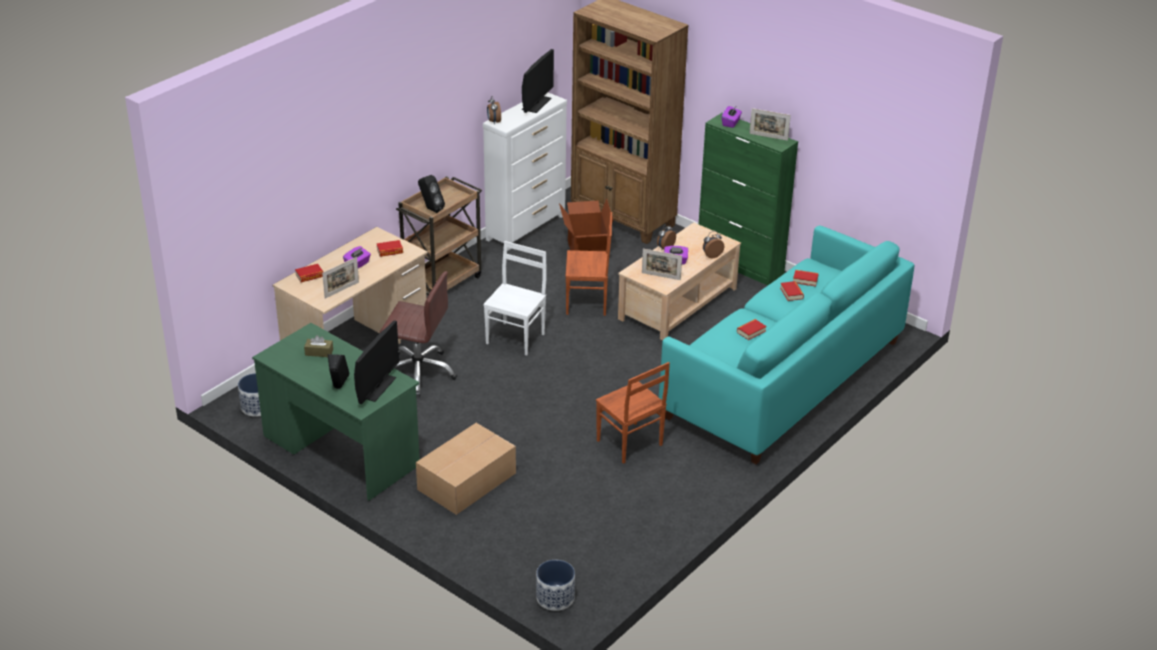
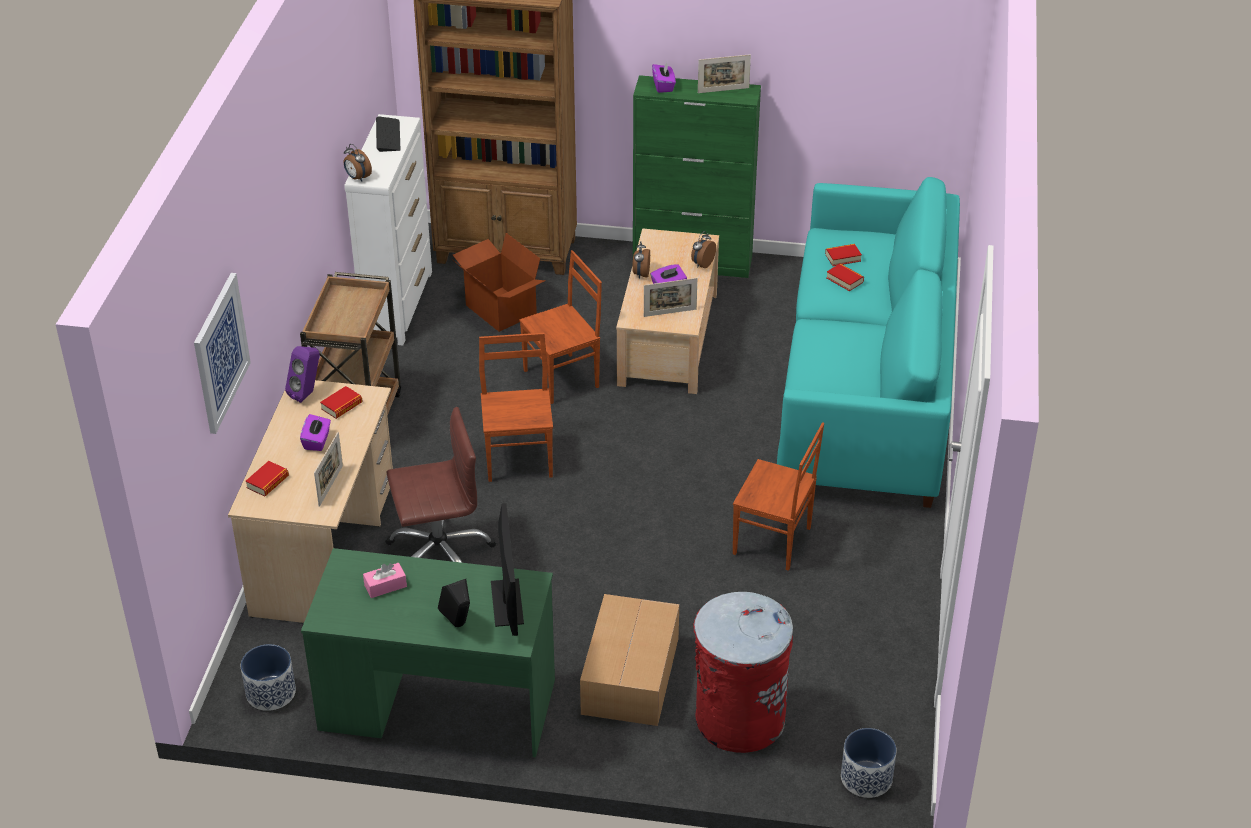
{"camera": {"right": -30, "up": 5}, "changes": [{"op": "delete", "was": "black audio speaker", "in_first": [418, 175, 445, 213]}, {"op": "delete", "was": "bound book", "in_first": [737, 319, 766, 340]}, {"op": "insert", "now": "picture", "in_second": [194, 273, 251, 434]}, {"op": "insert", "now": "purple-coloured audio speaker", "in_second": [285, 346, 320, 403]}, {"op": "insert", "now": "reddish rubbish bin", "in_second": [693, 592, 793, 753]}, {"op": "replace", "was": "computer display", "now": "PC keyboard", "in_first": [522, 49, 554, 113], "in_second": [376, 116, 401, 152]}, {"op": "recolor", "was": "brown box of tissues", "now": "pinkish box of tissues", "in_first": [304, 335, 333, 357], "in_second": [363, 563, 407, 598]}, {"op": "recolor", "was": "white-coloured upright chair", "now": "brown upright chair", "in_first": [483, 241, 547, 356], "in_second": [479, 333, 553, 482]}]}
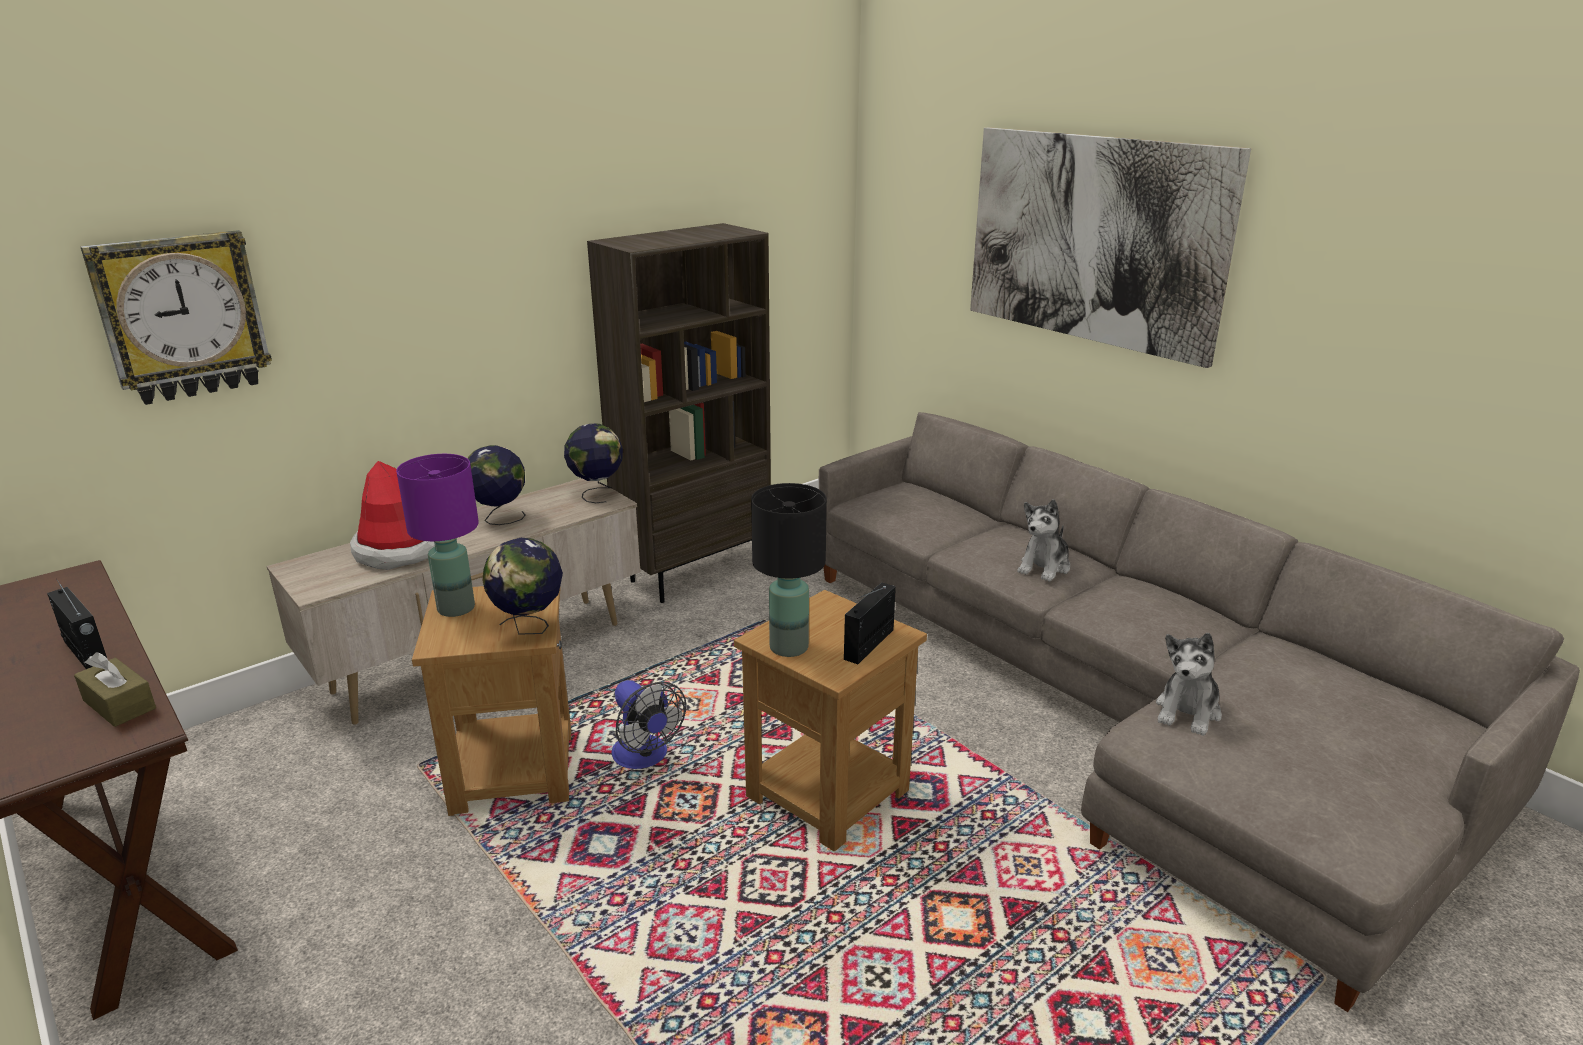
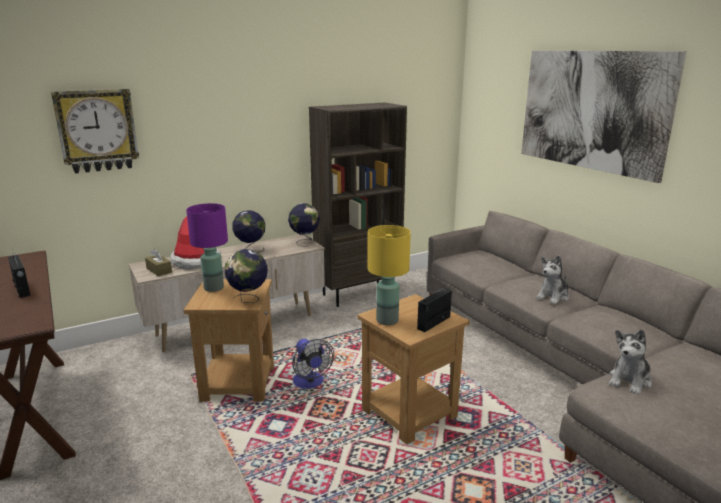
{"camera": {"right": 10, "up": -5}, "changes": [{"op": "move", "was": "brown box of tissues", "in_first": [74, 652, 156, 727], "in_second": [145, 249, 172, 276]}, {"op": "recolor", "was": "black lamp for a table", "now": "yellow-coloured lamp for a table", "in_first": [751, 483, 827, 657], "in_second": [367, 225, 411, 325]}]}
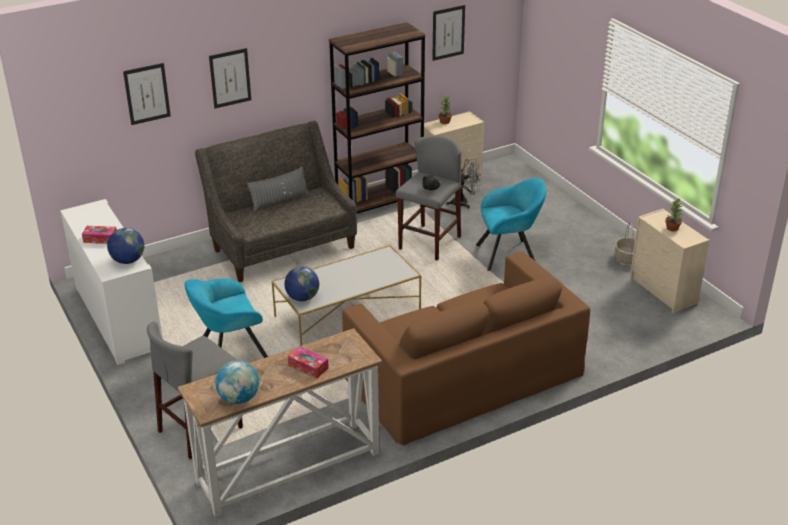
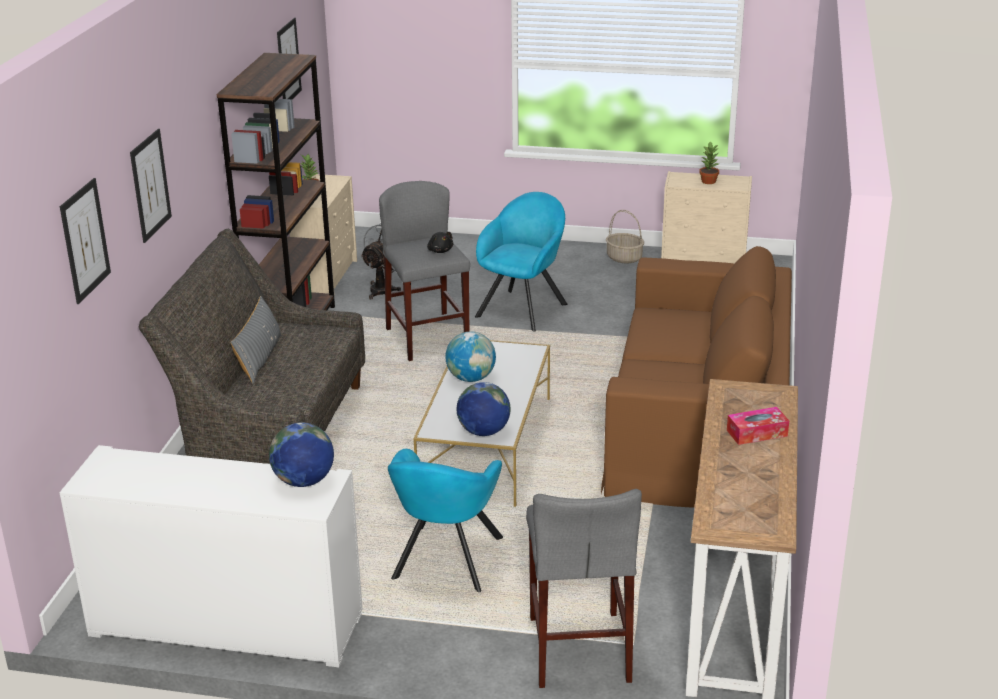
{"camera": {"right": -50, "up": -5}, "changes": [{"op": "delete", "was": "box of tissues", "in_first": [82, 226, 117, 244]}, {"op": "move", "was": "desk globe", "in_first": [215, 360, 259, 404], "in_second": [445, 332, 496, 382]}]}
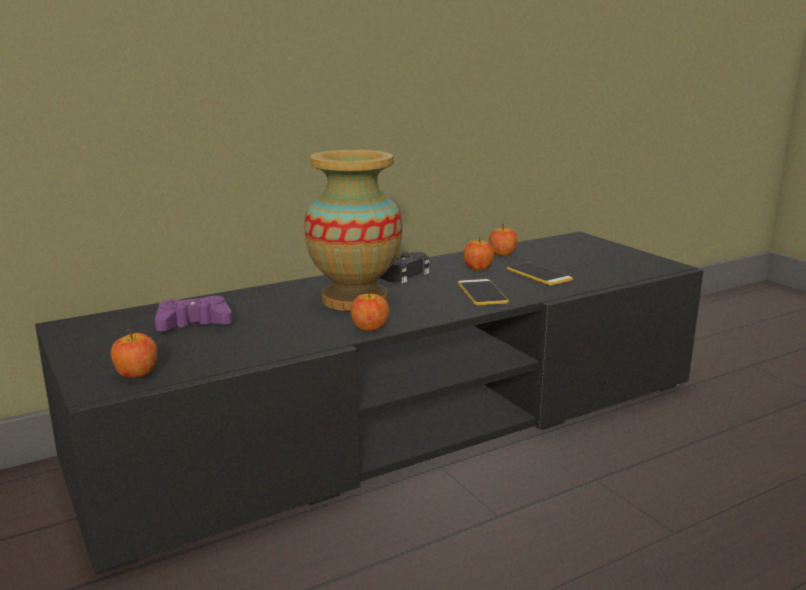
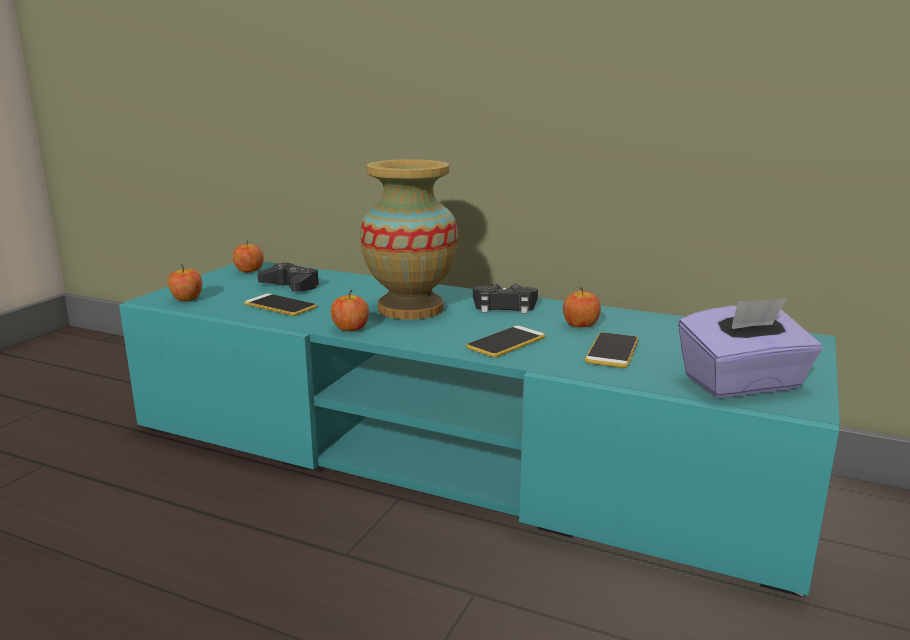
{"camera": {"right": 55, "up": 0}, "changes": [{"op": "insert", "now": "telephone", "in_second": [244, 293, 317, 316]}, {"op": "insert", "now": "purple-coloured box of tissues", "in_second": [678, 298, 822, 398]}, {"op": "move", "was": "apple", "in_first": [489, 223, 518, 256], "in_second": [233, 239, 264, 272]}, {"op": "recolor", "was": "black media console", "now": "turquoise-coloured media console", "in_first": [35, 232, 703, 574], "in_second": [119, 261, 840, 597]}, {"op": "recolor", "was": "purple-coloured joypad", "now": "black joypad", "in_first": [155, 296, 233, 331], "in_second": [257, 262, 319, 292]}]}
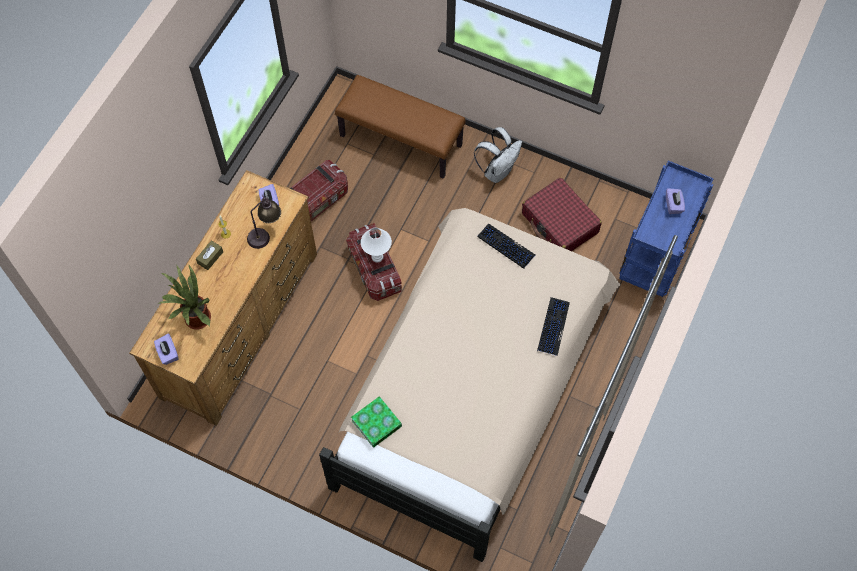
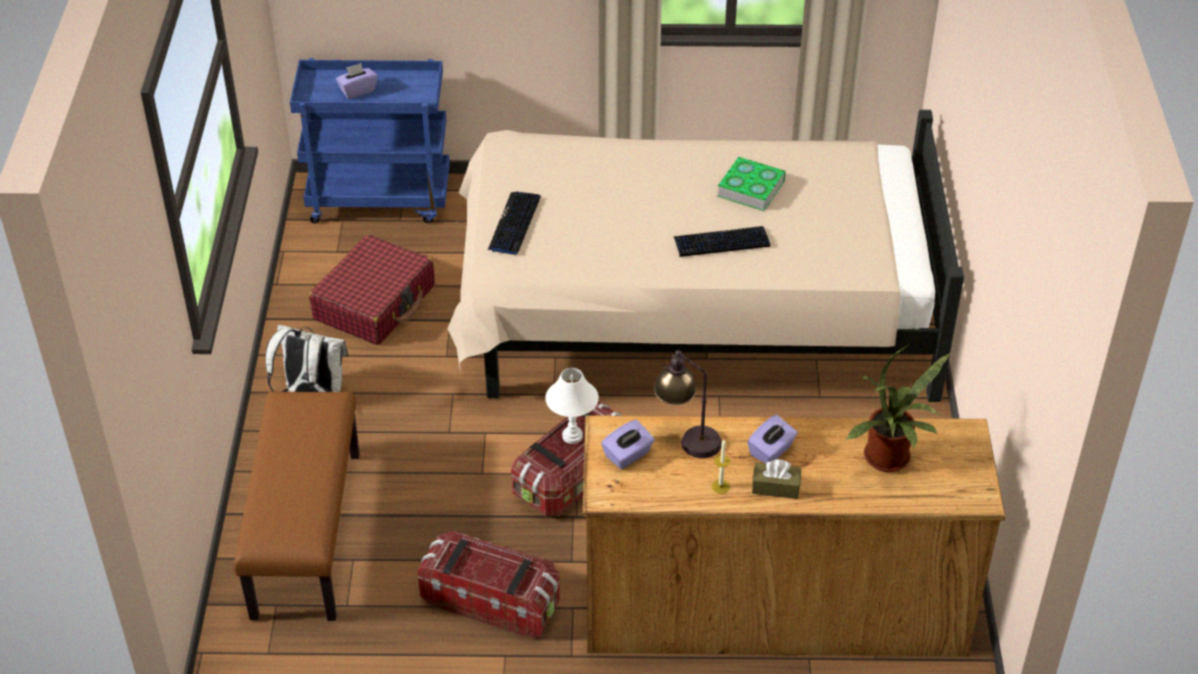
{"camera": {"right": -115, "up": -20}, "changes": [{"op": "move", "was": "purple-coloured box of tissues", "in_first": [154, 334, 178, 365], "in_second": [747, 415, 798, 464]}, {"op": "move", "was": "bound book", "in_first": [351, 396, 402, 448], "in_second": [717, 157, 786, 211]}, {"op": "move", "was": "PC keyboard", "in_first": [537, 297, 570, 356], "in_second": [673, 226, 770, 257]}]}
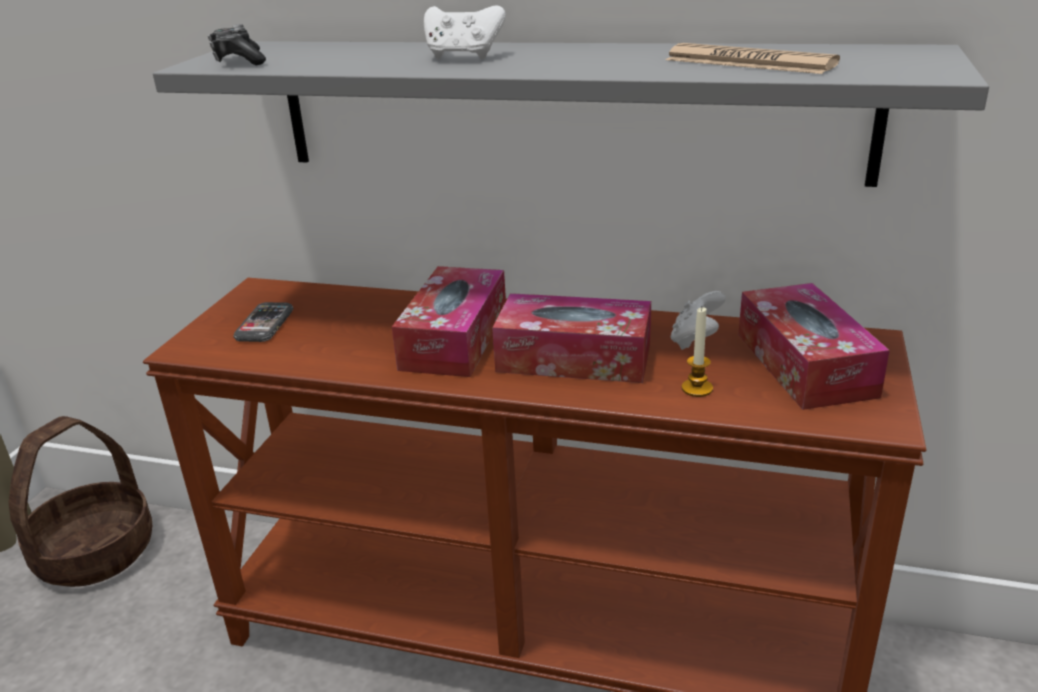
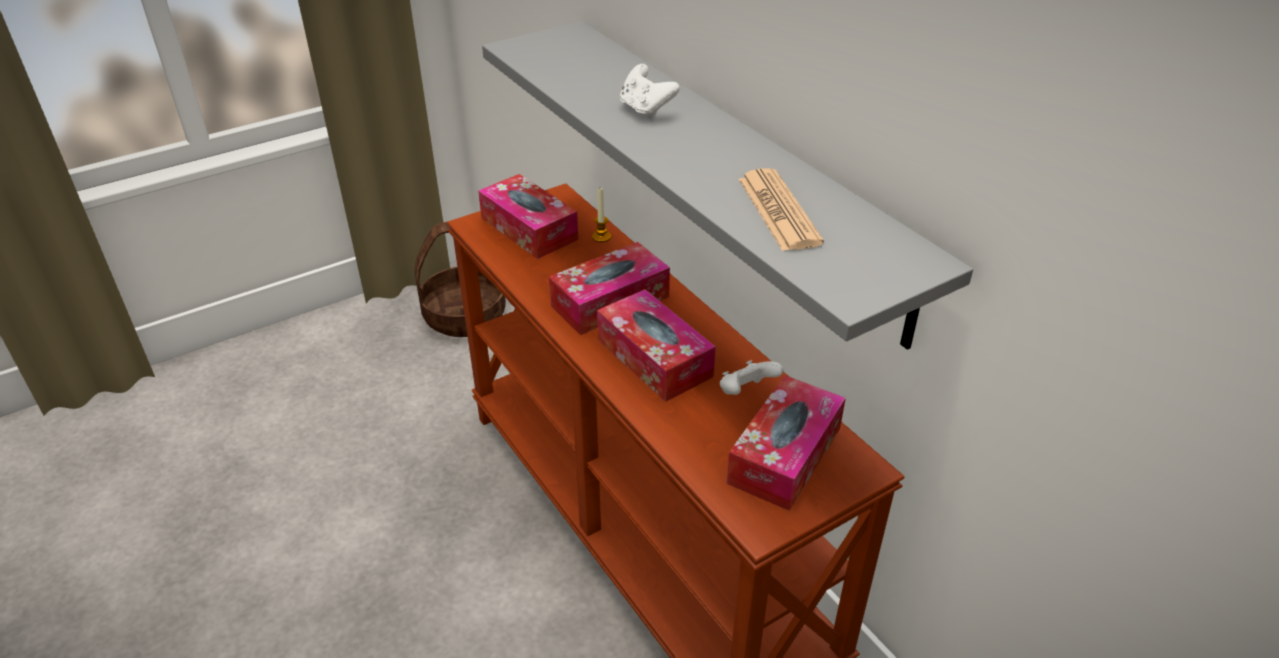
{"camera": {"right": 40, "up": 10}, "changes": [{"op": "delete", "was": "joypad", "in_first": [208, 24, 266, 66]}, {"op": "move", "was": "wax candle", "in_first": [681, 307, 713, 397], "in_second": [592, 188, 611, 242]}, {"op": "replace", "was": "telephone", "now": "box of tissues", "in_first": [233, 302, 293, 342], "in_second": [478, 174, 578, 259]}]}
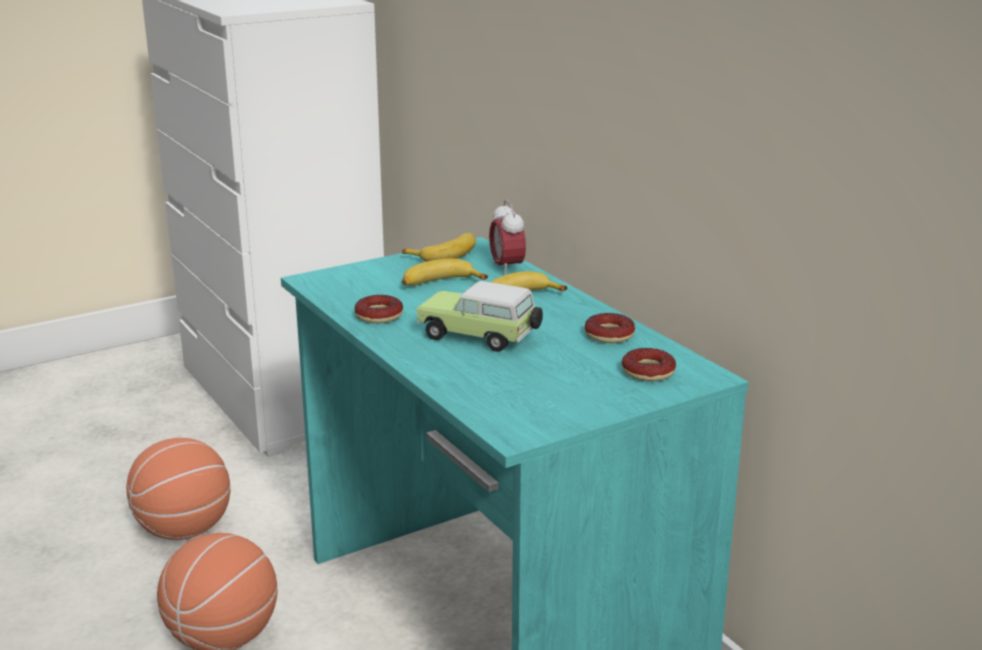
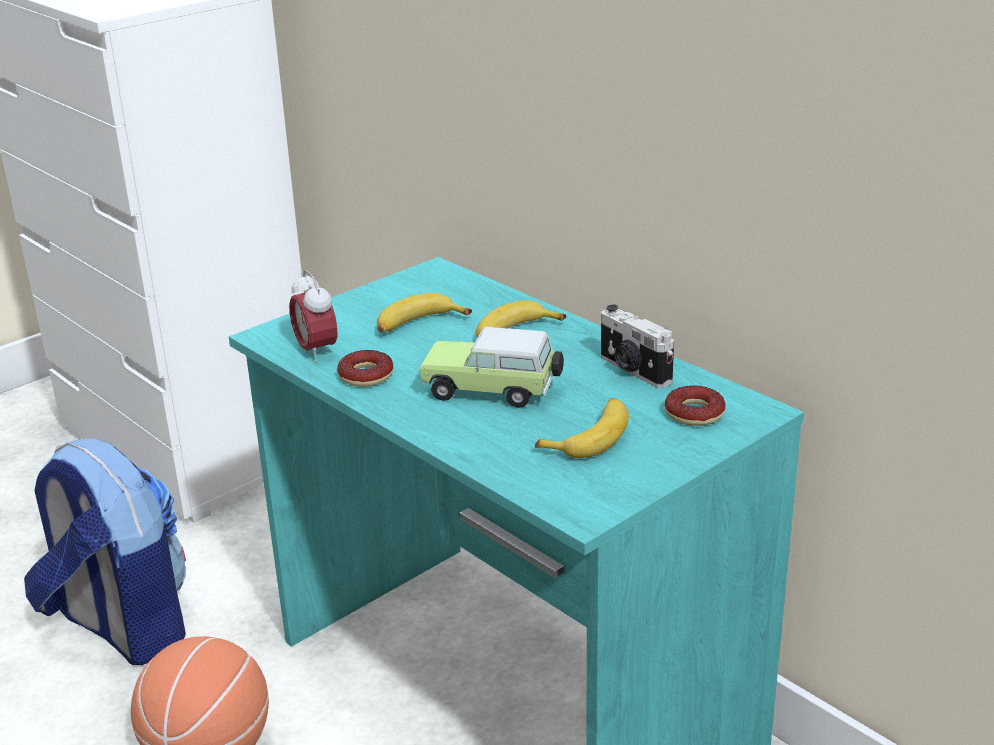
{"camera": {"right": -10, "up": 5}, "changes": [{"op": "move", "was": "banana fruit", "in_first": [402, 233, 476, 262], "in_second": [535, 398, 629, 458]}, {"op": "move", "was": "bedside clock", "in_first": [489, 200, 526, 275], "in_second": [289, 270, 337, 362]}, {"op": "replace", "was": "basketball", "now": "backpack", "in_first": [126, 438, 230, 540], "in_second": [24, 438, 187, 665]}, {"op": "replace", "was": "ring doughnut", "now": "photo camera", "in_first": [585, 313, 635, 343], "in_second": [601, 304, 674, 388]}]}
